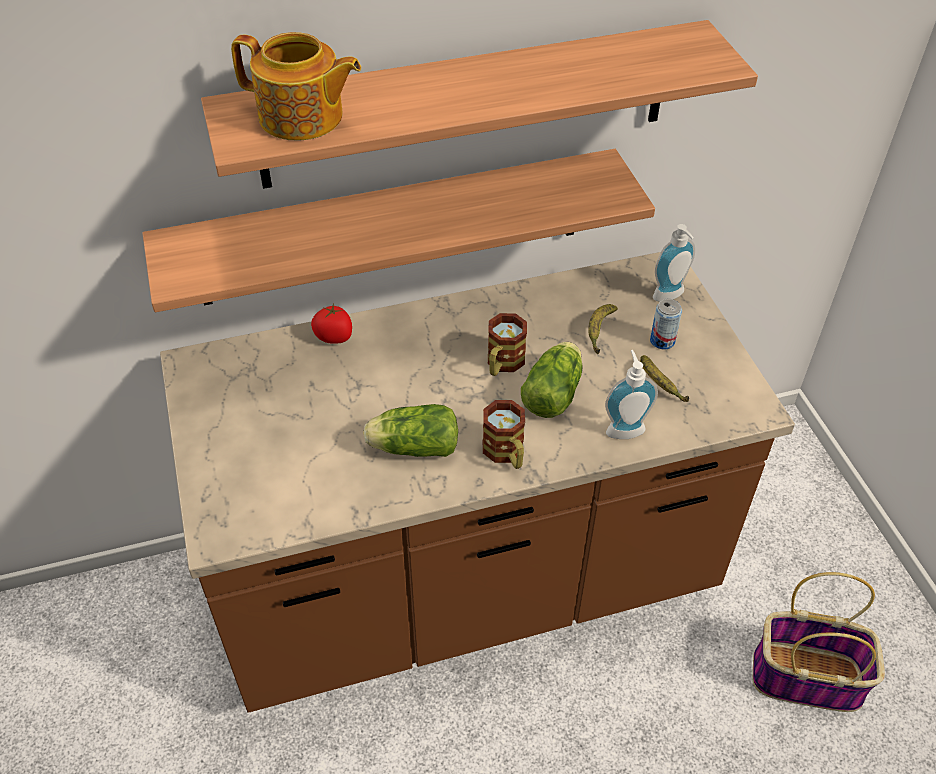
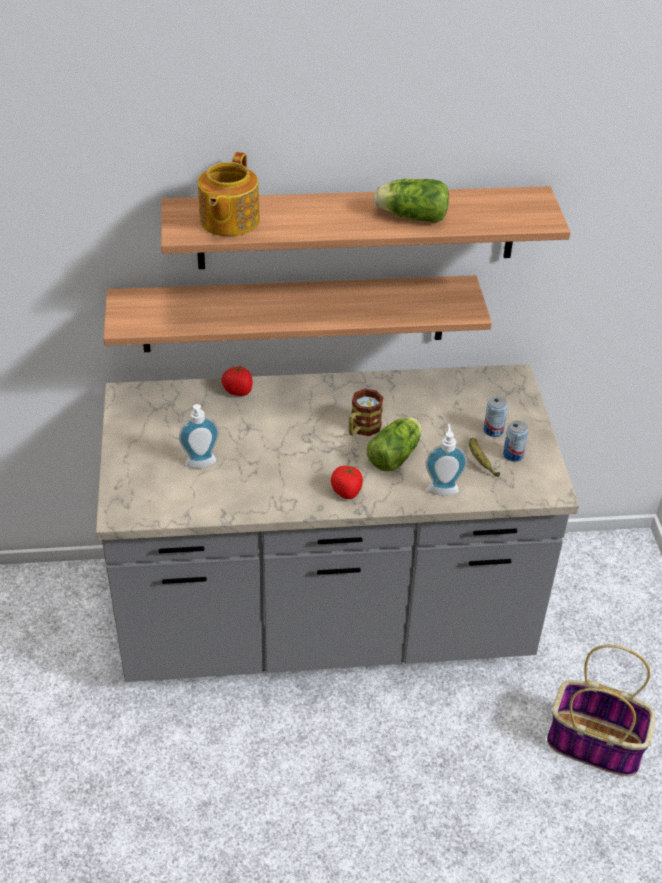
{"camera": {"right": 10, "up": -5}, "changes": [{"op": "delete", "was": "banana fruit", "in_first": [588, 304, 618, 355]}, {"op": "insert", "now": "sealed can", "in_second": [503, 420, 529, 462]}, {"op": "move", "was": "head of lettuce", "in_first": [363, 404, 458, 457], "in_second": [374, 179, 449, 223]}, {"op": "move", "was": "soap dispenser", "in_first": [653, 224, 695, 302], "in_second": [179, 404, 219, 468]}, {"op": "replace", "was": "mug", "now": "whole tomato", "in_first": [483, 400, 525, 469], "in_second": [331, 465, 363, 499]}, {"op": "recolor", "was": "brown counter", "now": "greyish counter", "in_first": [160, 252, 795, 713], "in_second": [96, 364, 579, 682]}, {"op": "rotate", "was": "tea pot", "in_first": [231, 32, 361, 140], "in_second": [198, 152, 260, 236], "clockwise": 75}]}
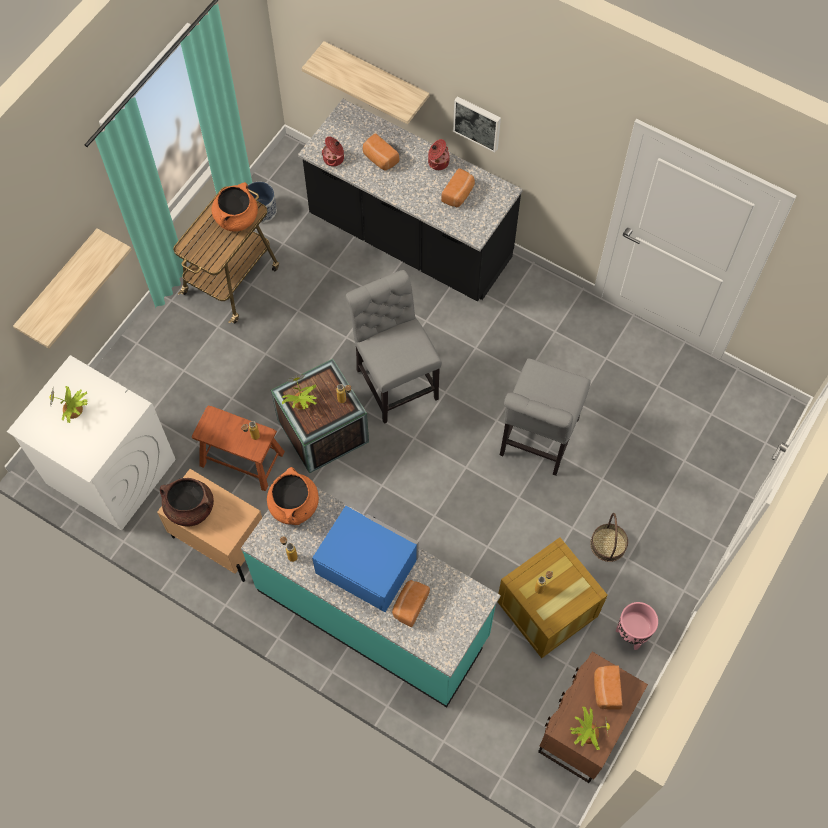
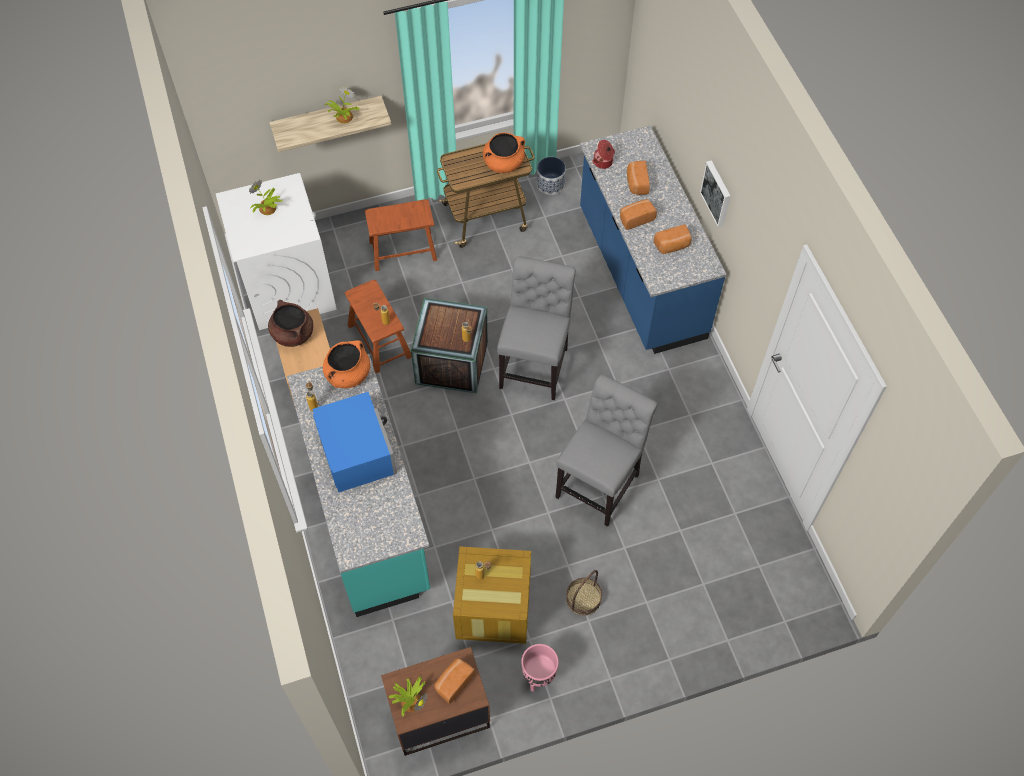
{"camera": {"right": 40, "up": -5}, "changes": [{"op": "delete", "was": "wall shelf", "in_first": [302, 41, 429, 124]}, {"op": "delete", "was": "stockpot", "in_first": [428, 139, 450, 170]}, {"op": "insert", "now": "brown stool seat", "in_second": [365, 199, 437, 271]}, {"op": "move", "was": "potted plant", "in_first": [281, 374, 317, 410], "in_second": [325, 86, 359, 124]}, {"op": "move", "was": "bakery bread", "in_first": [392, 580, 430, 628], "in_second": [620, 199, 657, 230]}, {"op": "recolor", "was": "black counter", "now": "blue-coloured counter", "in_first": [298, 99, 523, 301], "in_second": [580, 126, 726, 354]}, {"op": "rotate", "was": "greyish upright chair", "in_first": [500, 358, 591, 476], "in_second": [555, 374, 658, 527], "clockwise": 150}]}
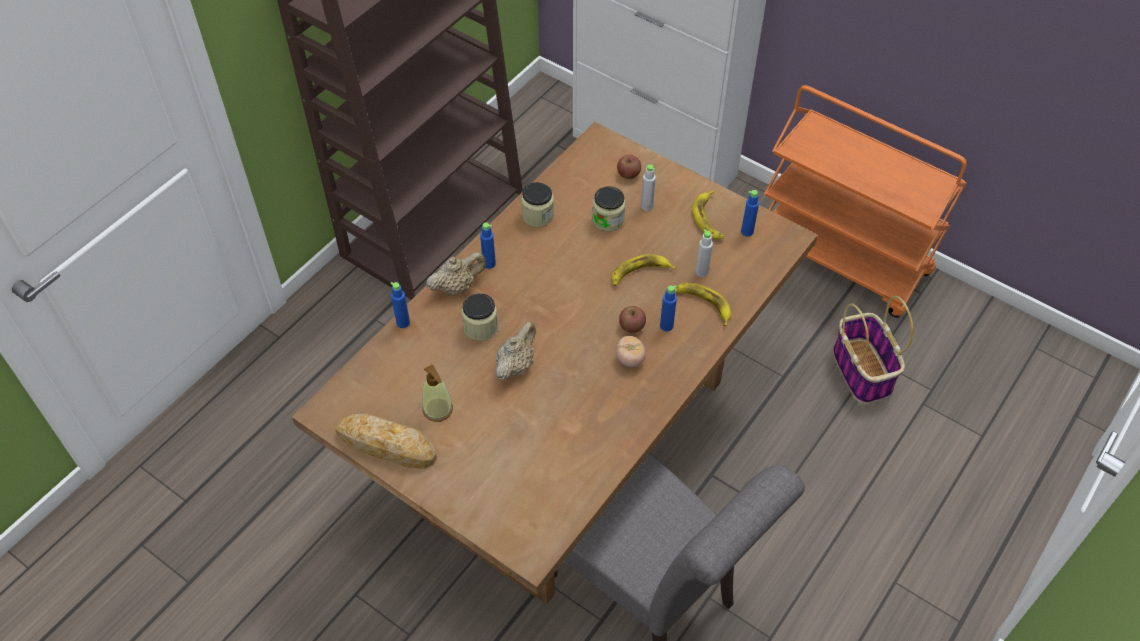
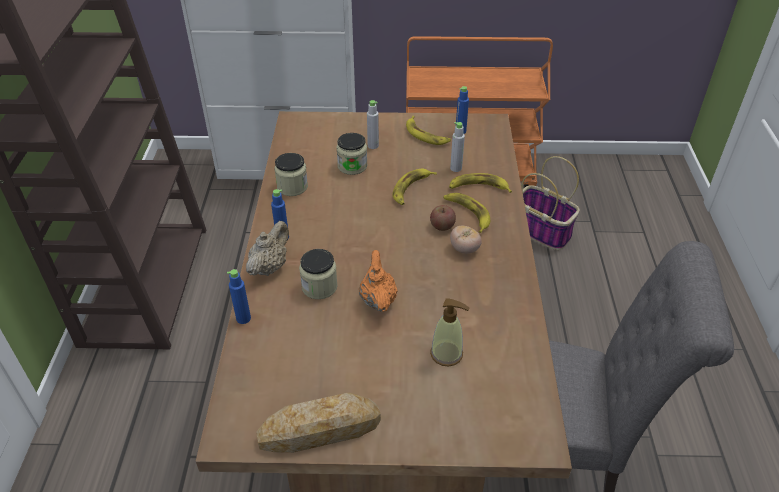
{"camera": {"right": -35, "up": -10}, "changes": [{"op": "delete", "was": "apple", "in_first": [617, 155, 641, 179]}, {"op": "move", "was": "soap dispenser", "in_first": [422, 364, 453, 422], "in_second": [430, 299, 469, 367]}, {"op": "replace", "was": "blue-coloured bottle", "now": "banana fruit", "in_first": [660, 285, 677, 331], "in_second": [443, 193, 490, 233]}, {"op": "recolor", "was": "sand-coloured tea pot", "now": "orange tea pot", "in_first": [496, 322, 536, 380], "in_second": [359, 250, 398, 312]}]}
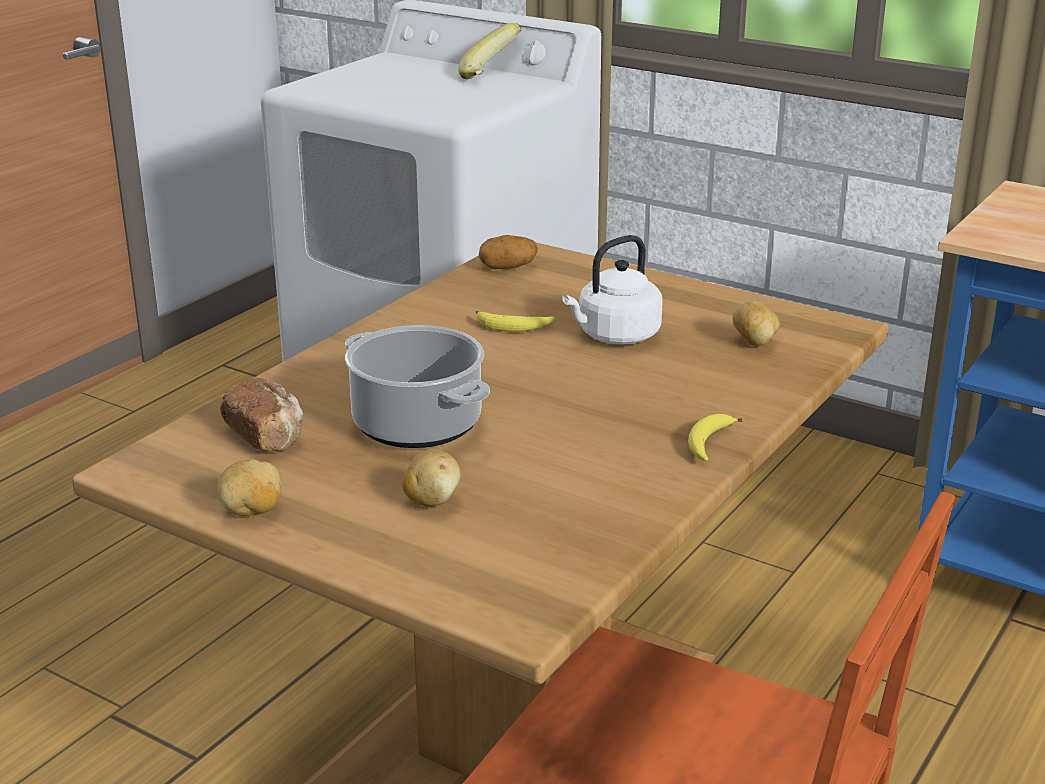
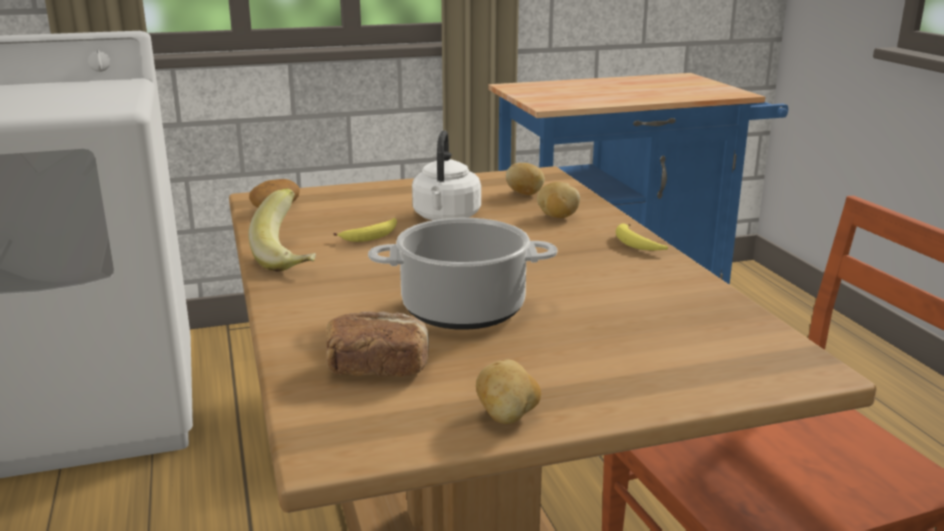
{"camera": {"right": -50, "up": -5}, "changes": [{"op": "move", "was": "whole potato", "in_first": [402, 449, 461, 507], "in_second": [537, 182, 580, 218]}, {"op": "move", "was": "banana fruit", "in_first": [458, 23, 521, 79], "in_second": [248, 188, 316, 271]}]}
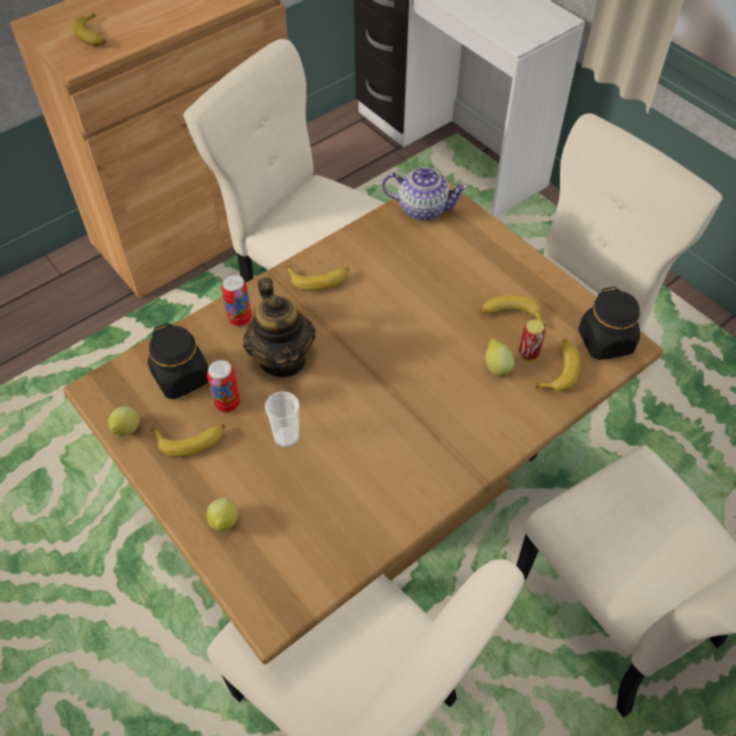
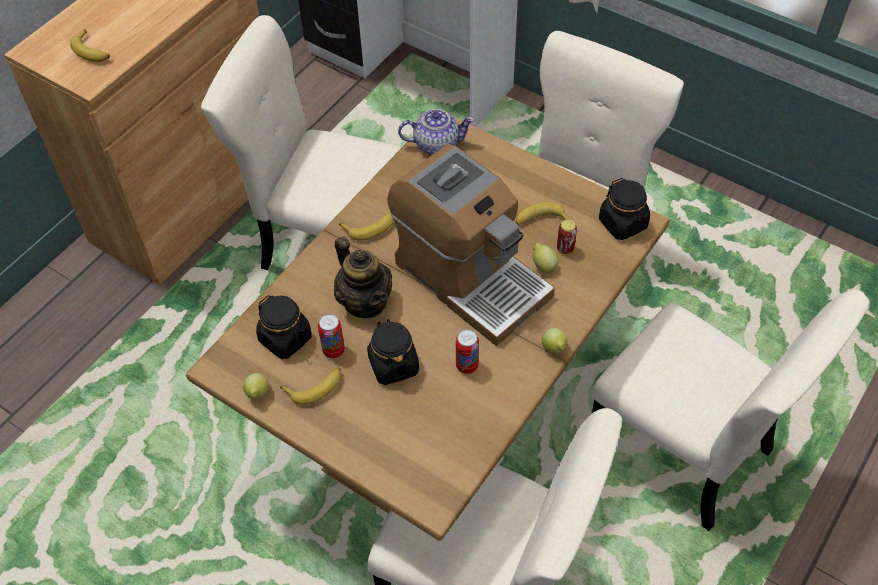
{"camera": {"right": -15, "up": 0}, "changes": [{"op": "delete", "was": "banana fruit", "in_first": [536, 339, 581, 392]}, {"op": "insert", "now": "coffee brewer", "in_second": [387, 144, 555, 346]}, {"op": "move", "was": "whole lemon", "in_first": [206, 498, 238, 531], "in_second": [542, 328, 568, 353]}, {"op": "move", "was": "sealed can", "in_first": [221, 274, 252, 326], "in_second": [456, 329, 479, 374]}, {"op": "replace", "was": "cup", "now": "black preserve jar", "in_first": [265, 391, 299, 448], "in_second": [367, 319, 419, 385]}]}
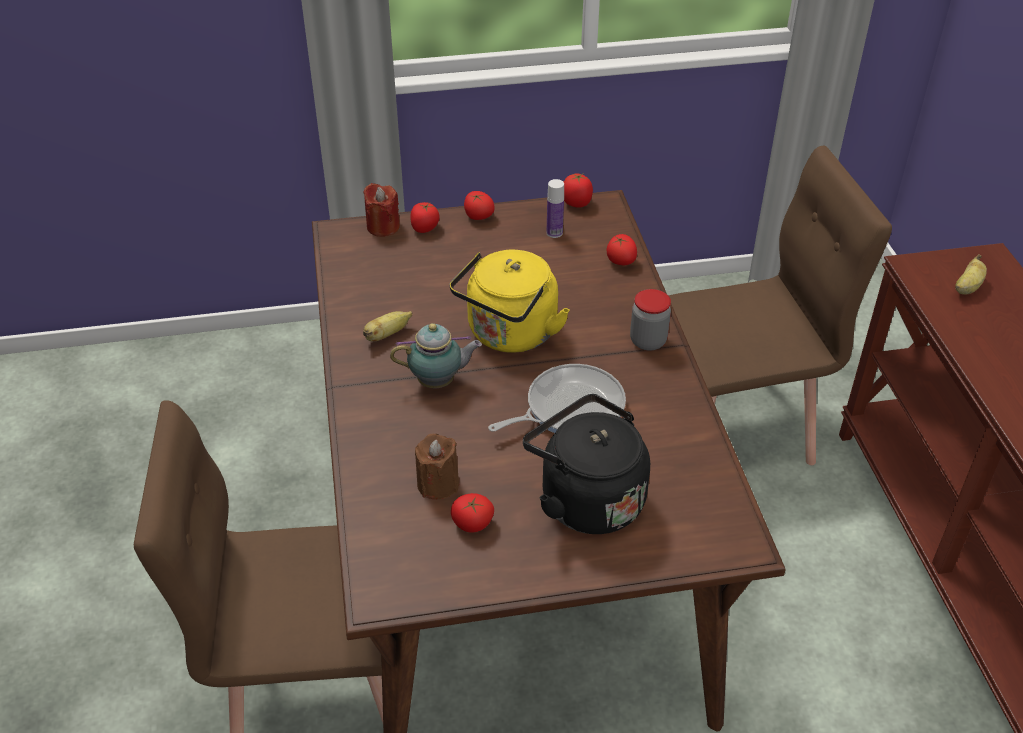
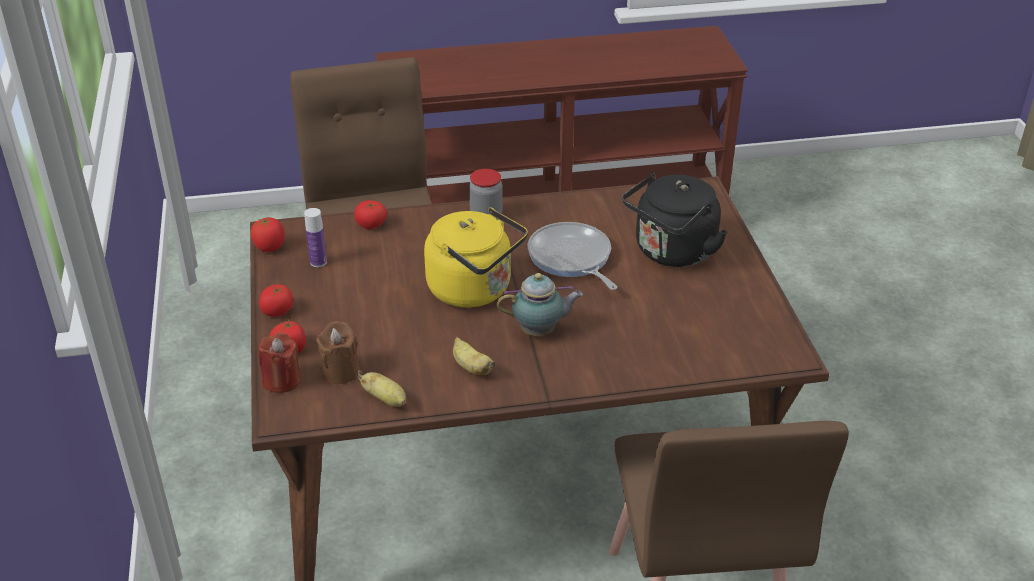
{"camera": {"right": -90, "up": -5}, "changes": [{"op": "delete", "was": "whole tomato", "in_first": [451, 493, 494, 533]}, {"op": "move", "was": "brown wax candle", "in_first": [415, 434, 459, 499], "in_second": [316, 321, 360, 384]}, {"op": "move", "was": "banana fruit", "in_first": [955, 254, 987, 295], "in_second": [357, 370, 406, 407]}, {"op": "rotate", "was": "tea pot", "in_first": [390, 323, 482, 388], "in_second": [497, 273, 583, 336], "clockwise": 90}]}
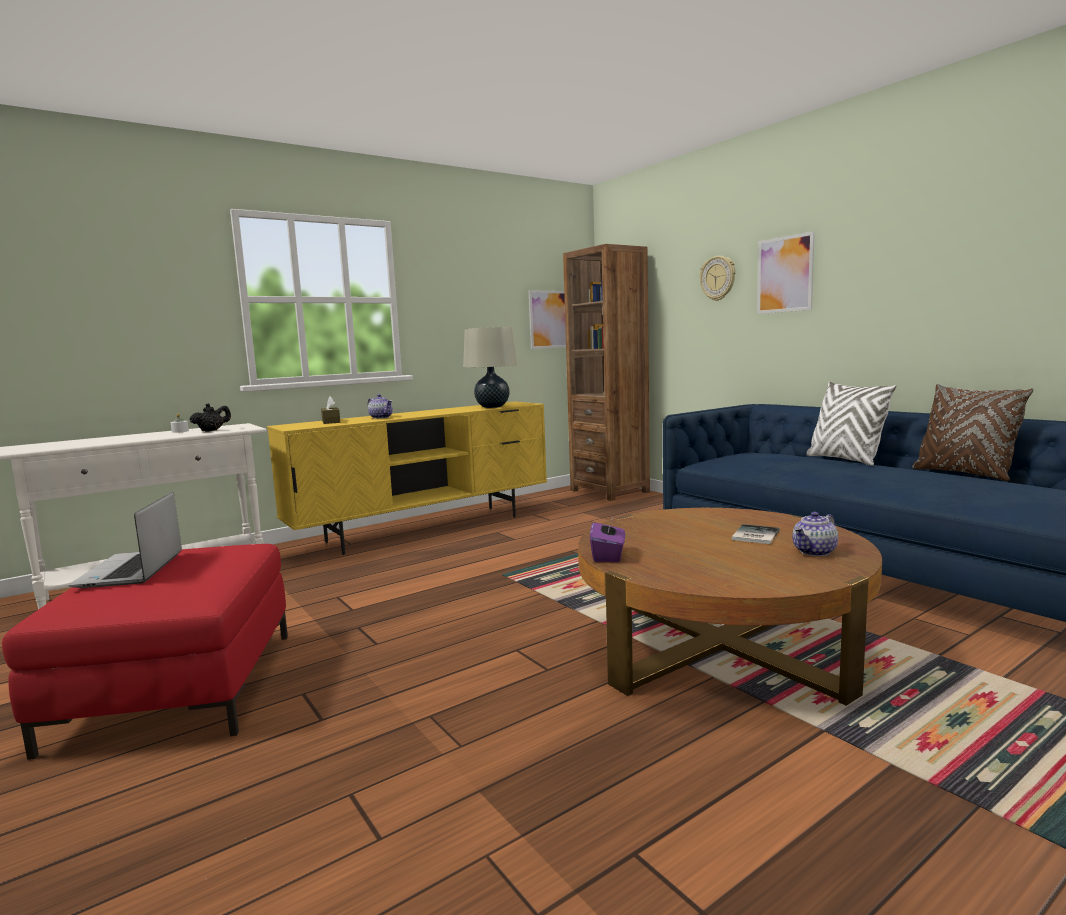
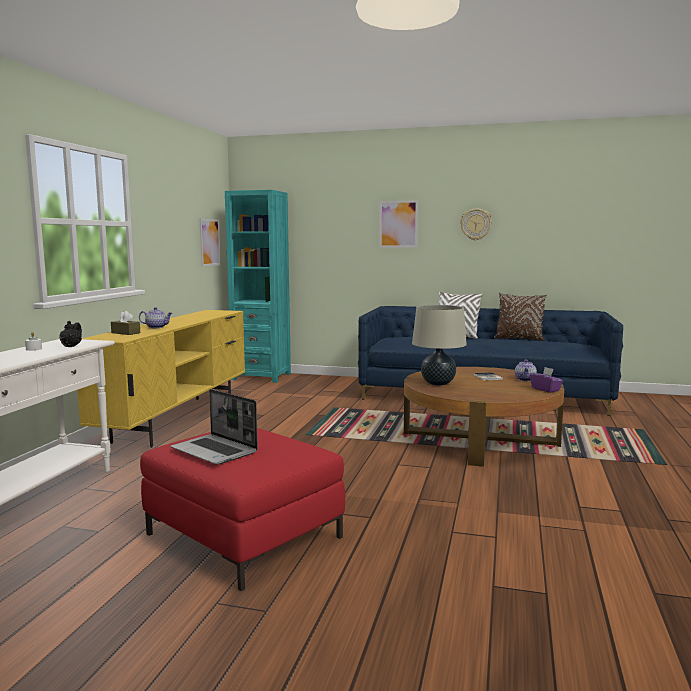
{"camera": {"right": -40, "up": 0}, "changes": [{"op": "move", "was": "sand-coloured lamp for a table", "in_first": [463, 327, 518, 408], "in_second": [412, 305, 467, 386]}, {"op": "move", "was": "purple-coloured box of tissues", "in_first": [590, 515, 625, 562], "in_second": [530, 367, 563, 393]}, {"op": "move", "was": "wall clock", "in_first": [700, 256, 736, 301], "in_second": [460, 209, 492, 240]}, {"op": "recolor", "was": "brown bookcase", "now": "turquoise-coloured bookcase", "in_first": [563, 244, 650, 501], "in_second": [225, 190, 291, 383]}]}
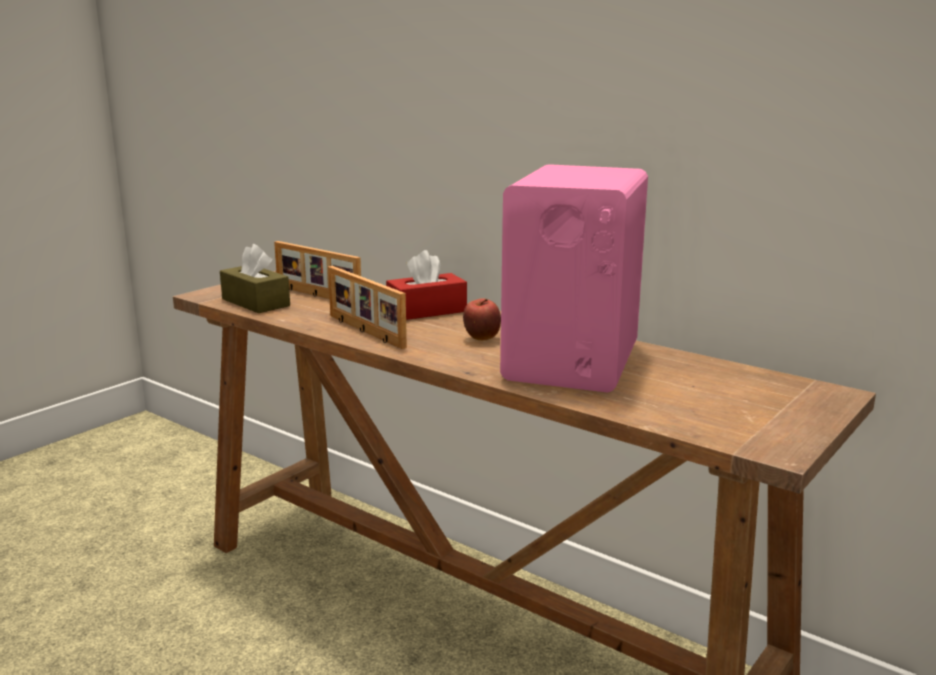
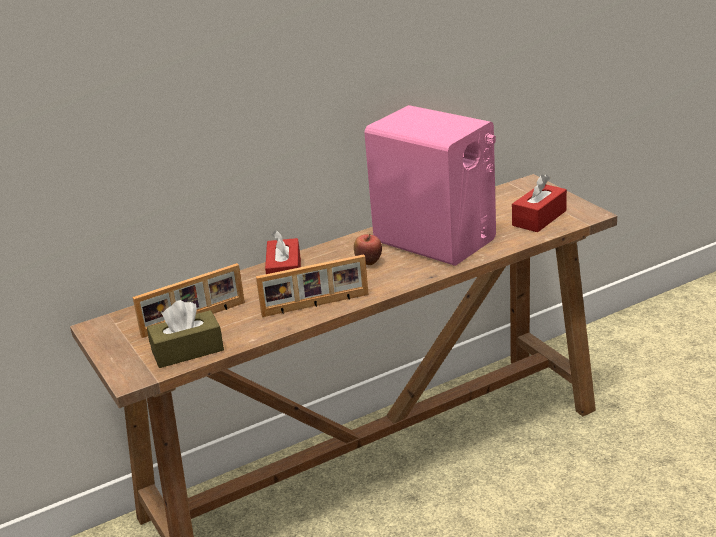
{"camera": {"right": -65, "up": 10}, "changes": [{"op": "insert", "now": "reddish box of tissues", "in_second": [512, 174, 567, 232]}]}
